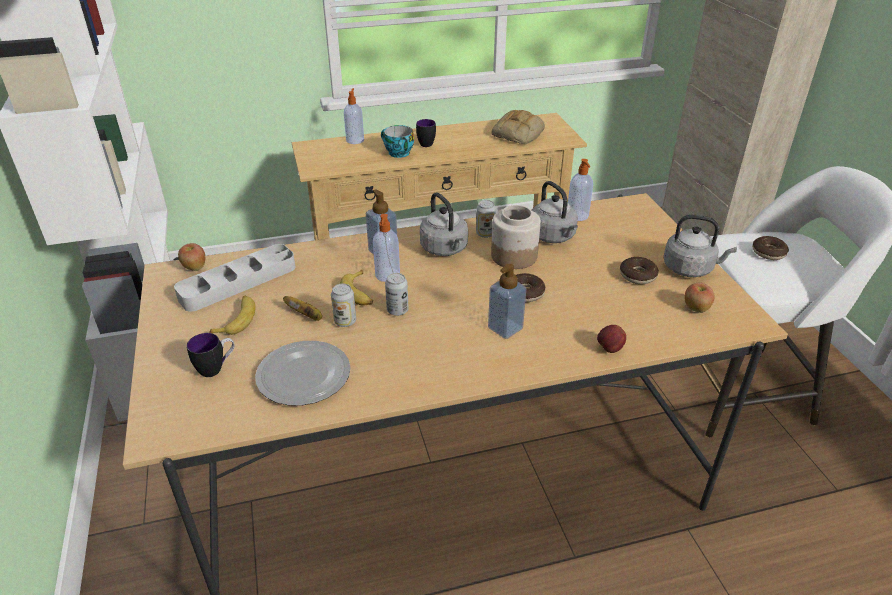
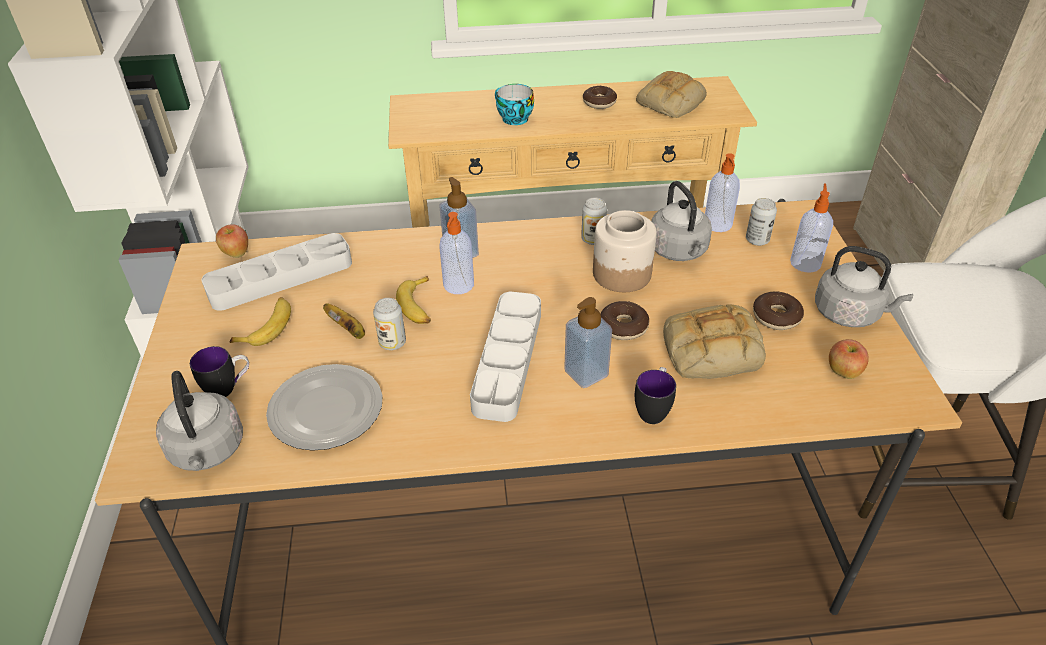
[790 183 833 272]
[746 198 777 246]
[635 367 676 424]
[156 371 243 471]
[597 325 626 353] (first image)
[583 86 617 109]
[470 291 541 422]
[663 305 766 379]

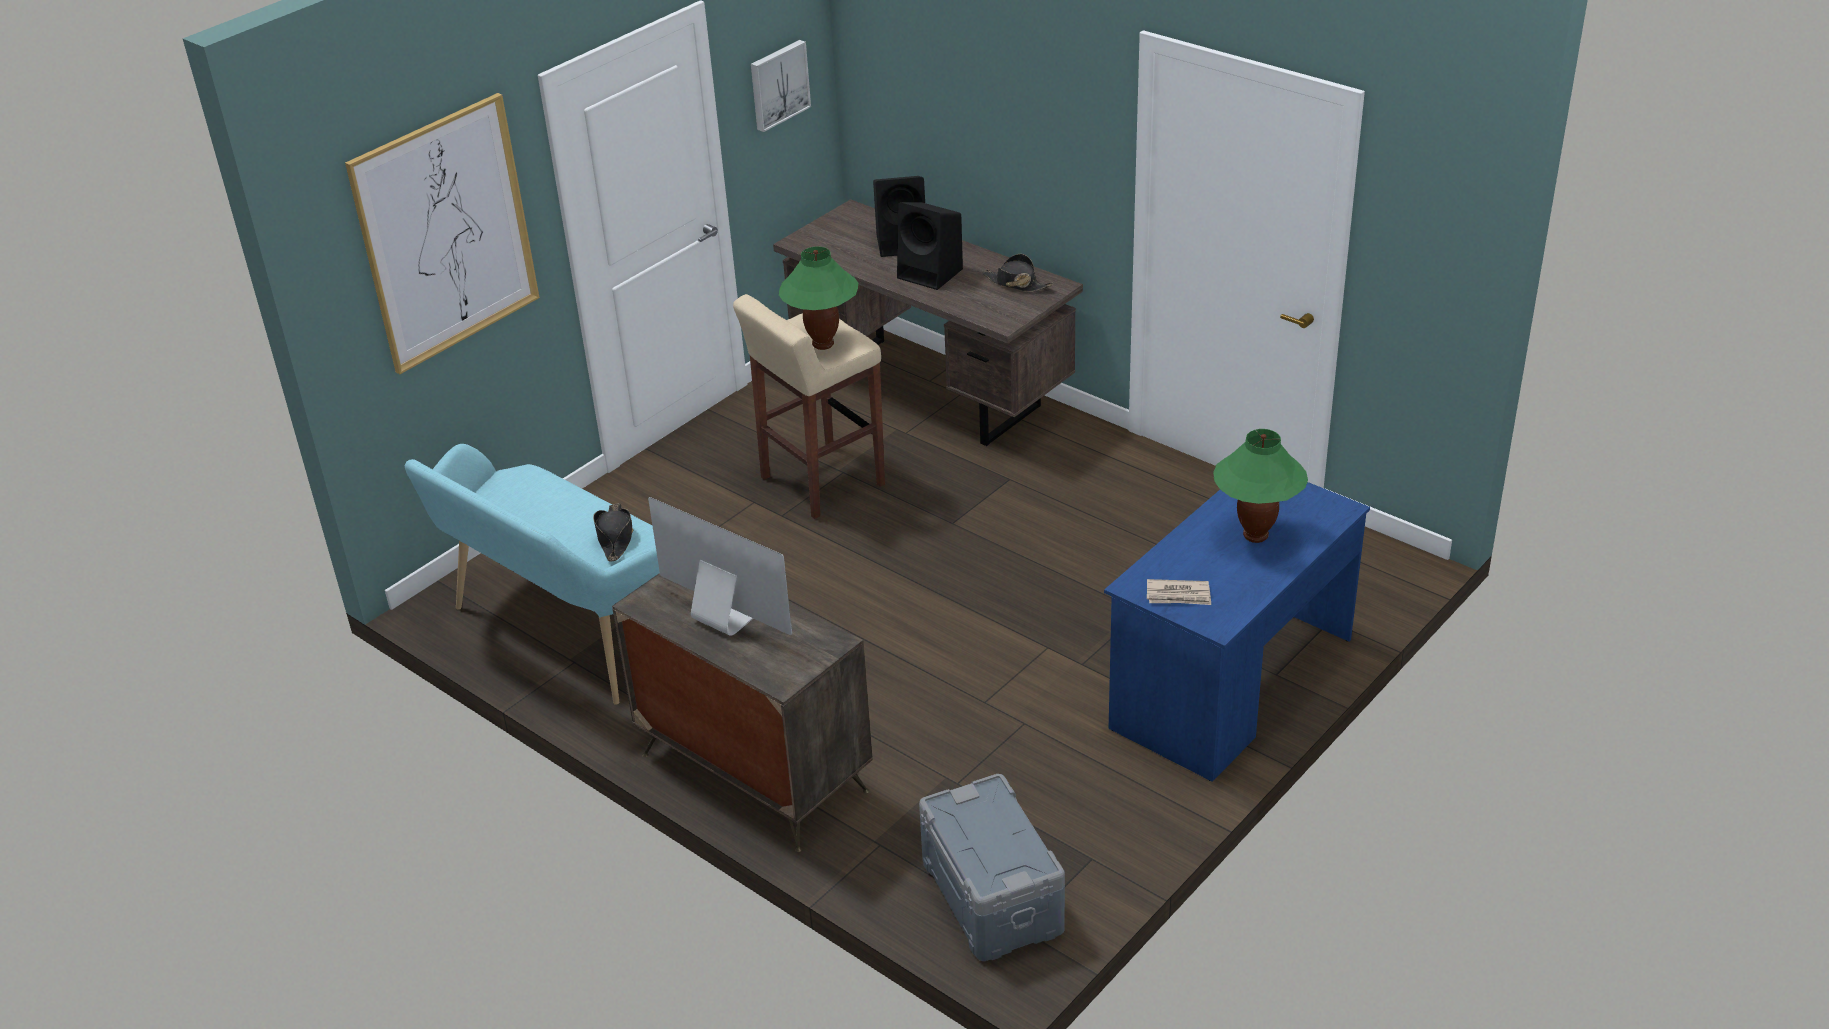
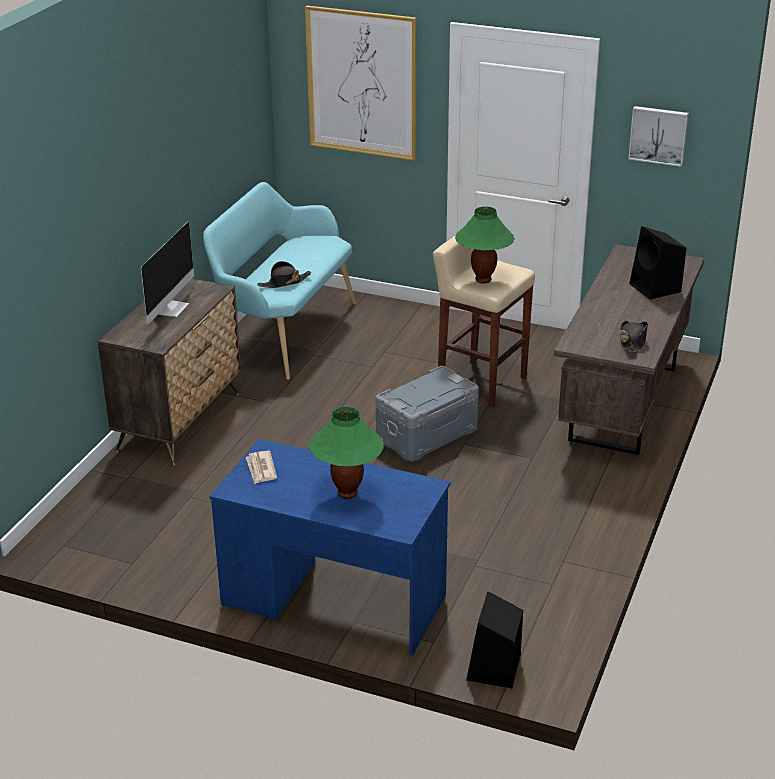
[466 591 523 688]
[376 366 479 462]

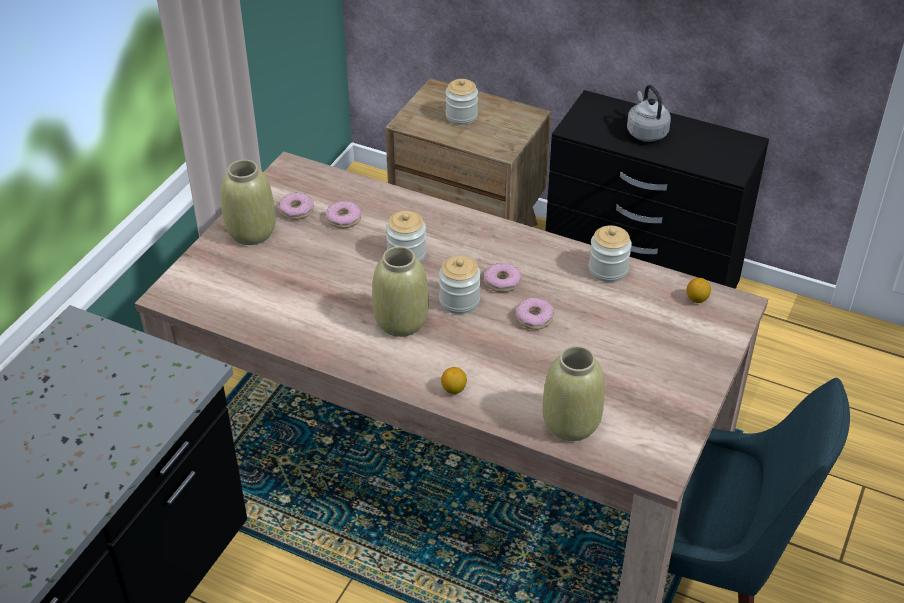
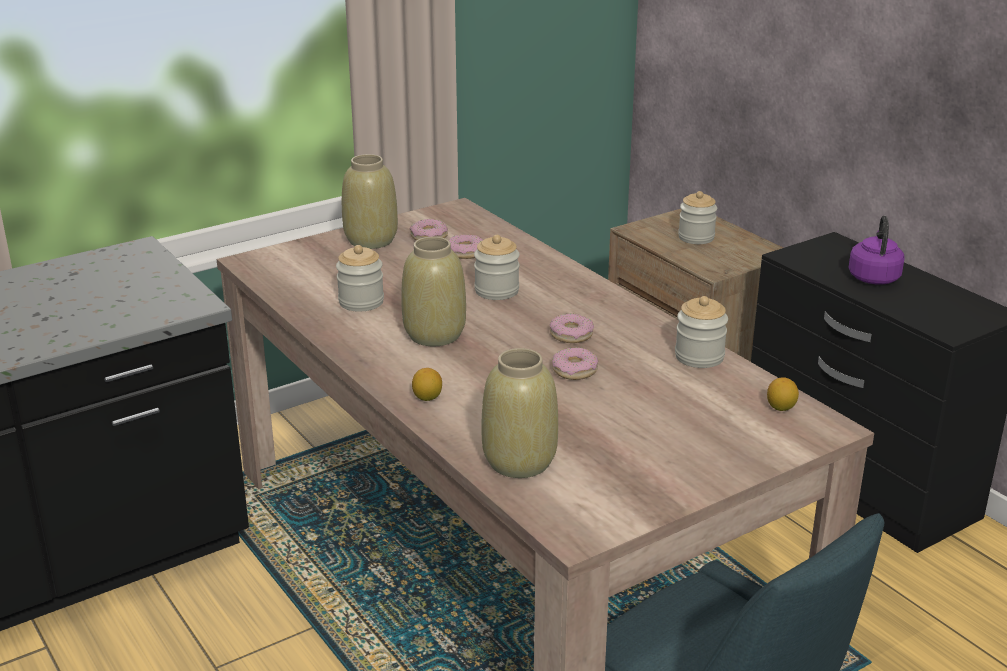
[336 245 384 312]
[848 216 905 285]

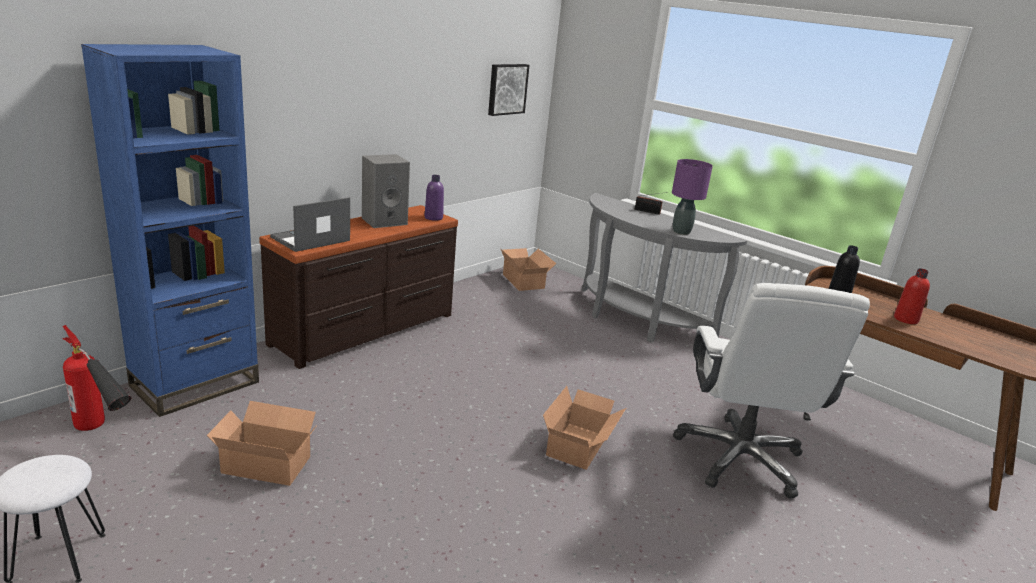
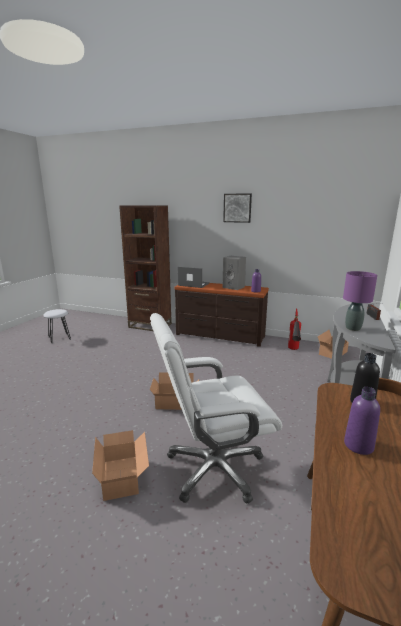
[288 309 301 350]
[119 205 172 331]
[92 430 149 501]
[223 193 252 223]
[344 387 380 455]

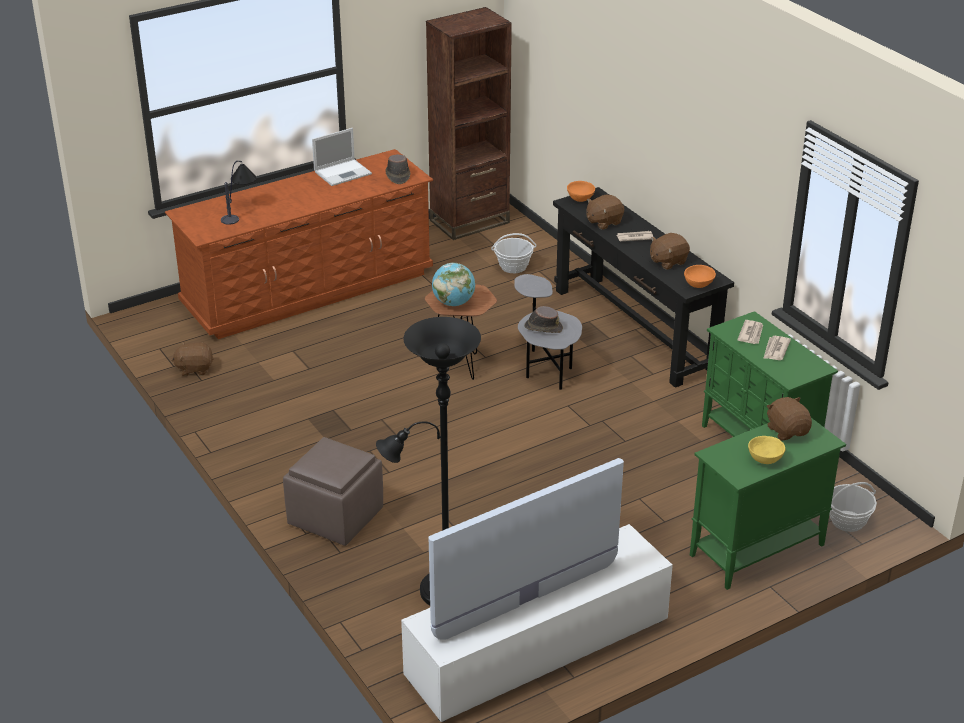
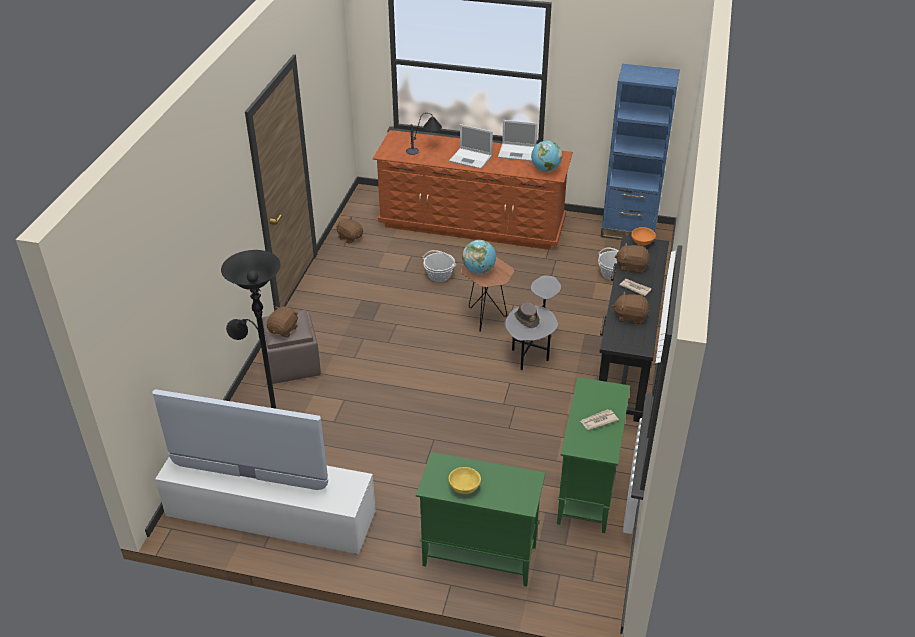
[531 140 562 172]
[601 64 680 240]
[684 265 716 288] (first image)
[737 320 763 344] (first image)
[267 306 298 337]
[422 250 457 282]
[449 124 493 169]

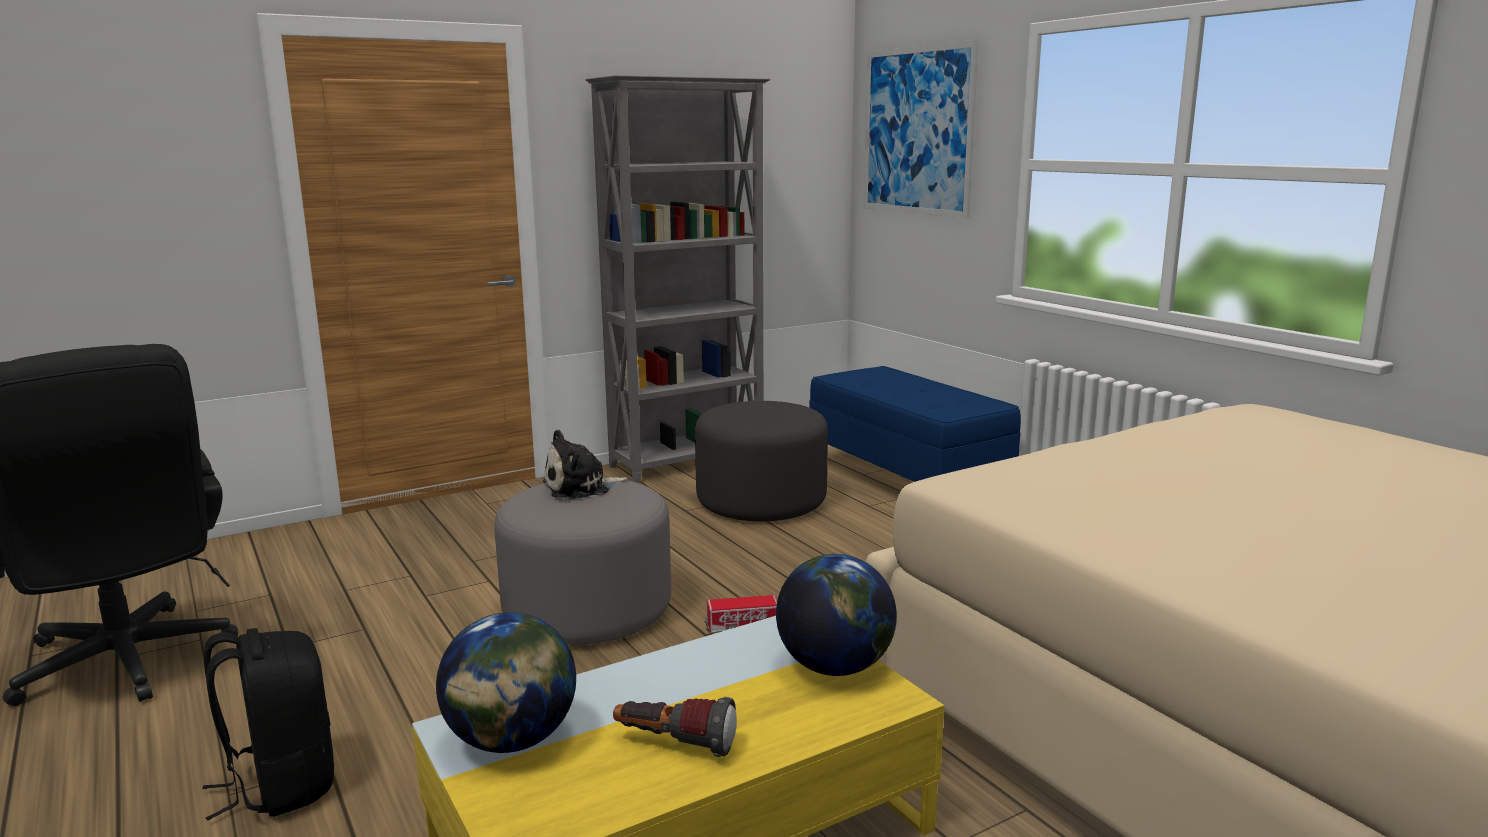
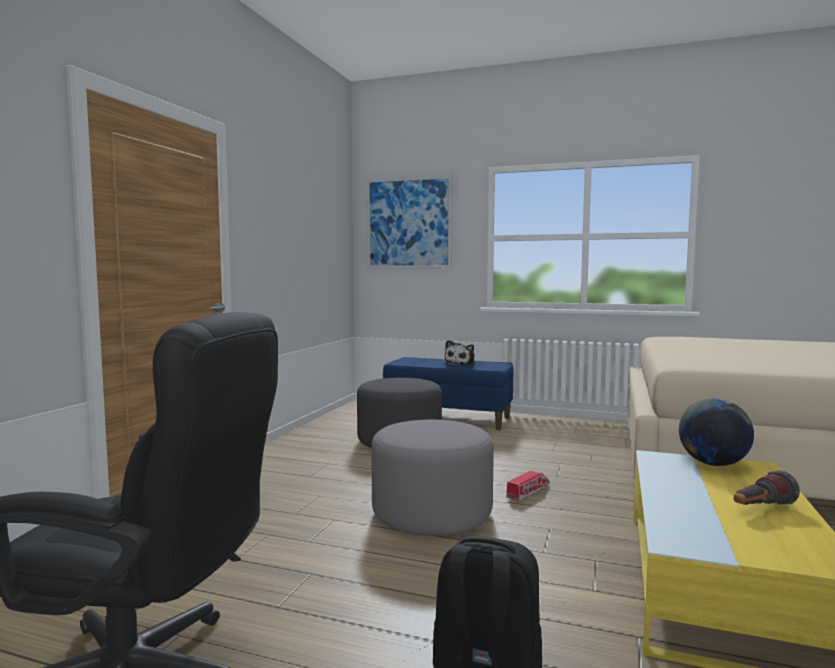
[436 612 576 753] (first image)
[444 340 476 366]
[585 75 770 483] (first image)

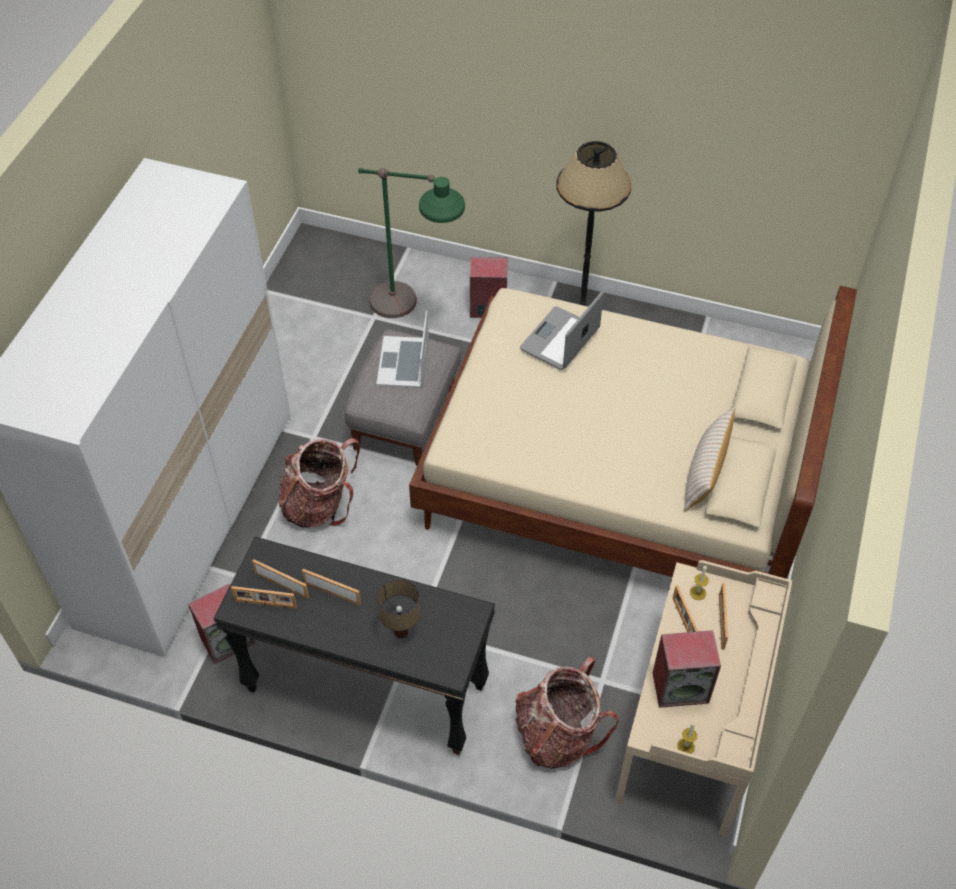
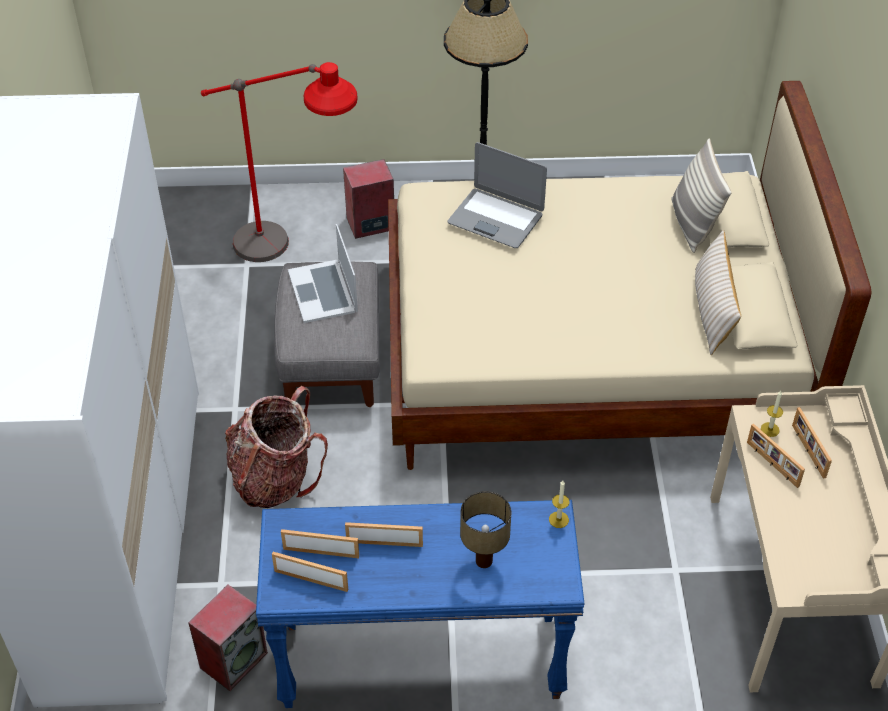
[256 500 585 708]
[272 552 348 592]
[201 62 358 262]
[515 656 619 769] (first image)
[448 142 547 248]
[653 630 721 708] (first image)
[549 481 569 528]
[671 138 732 253]

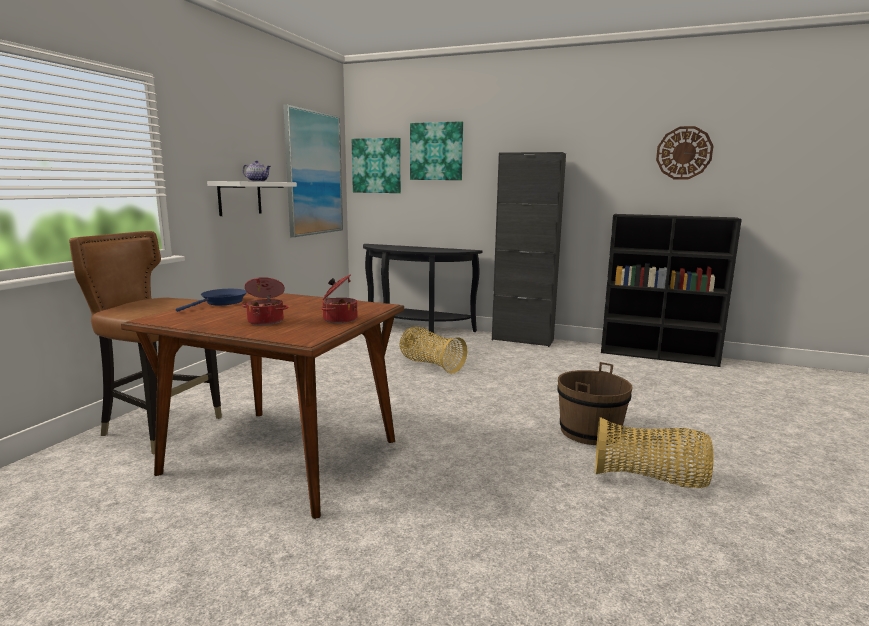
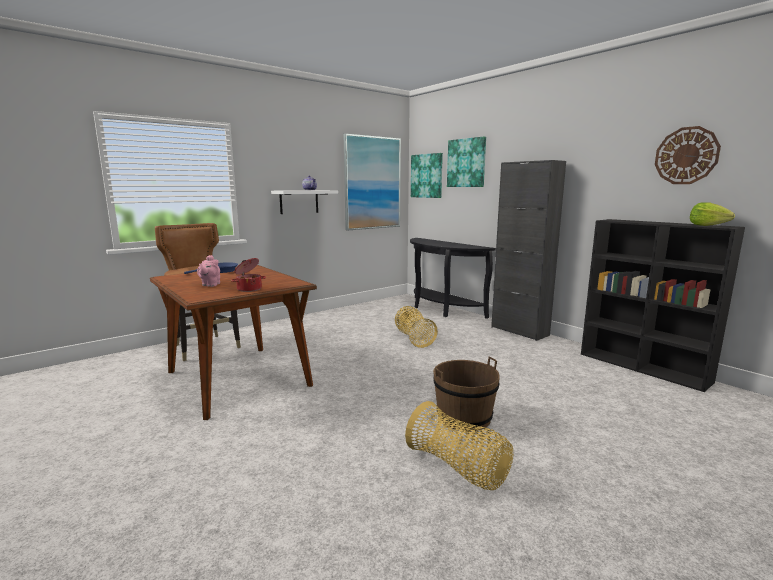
[197 255 220 287]
[690 202 735 226]

